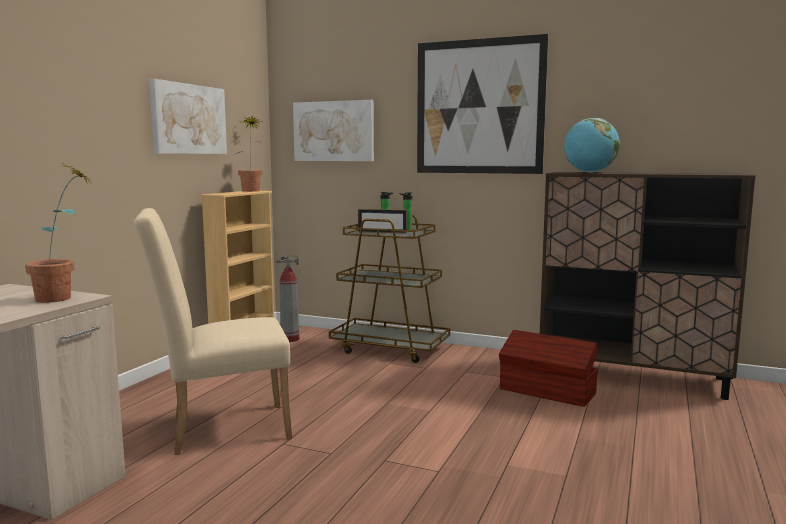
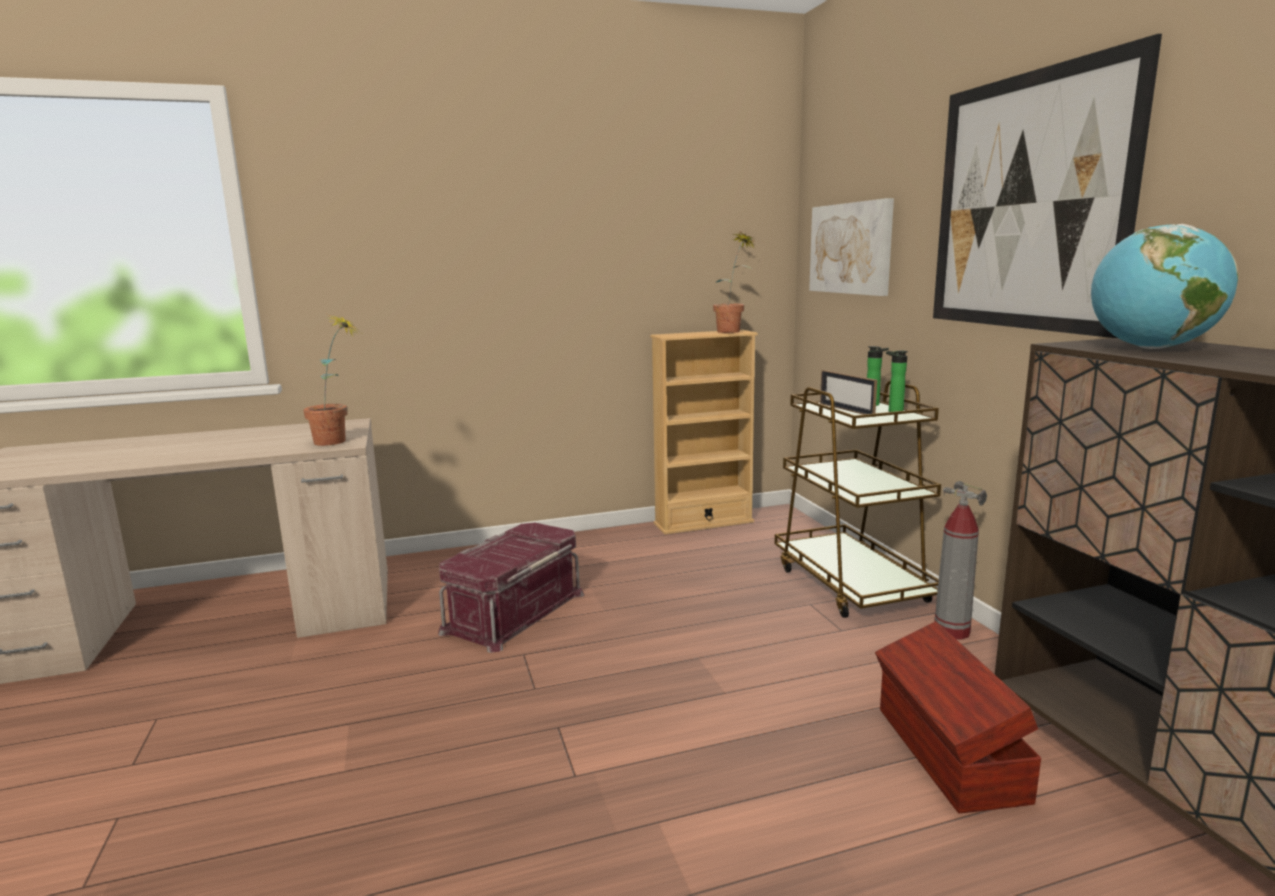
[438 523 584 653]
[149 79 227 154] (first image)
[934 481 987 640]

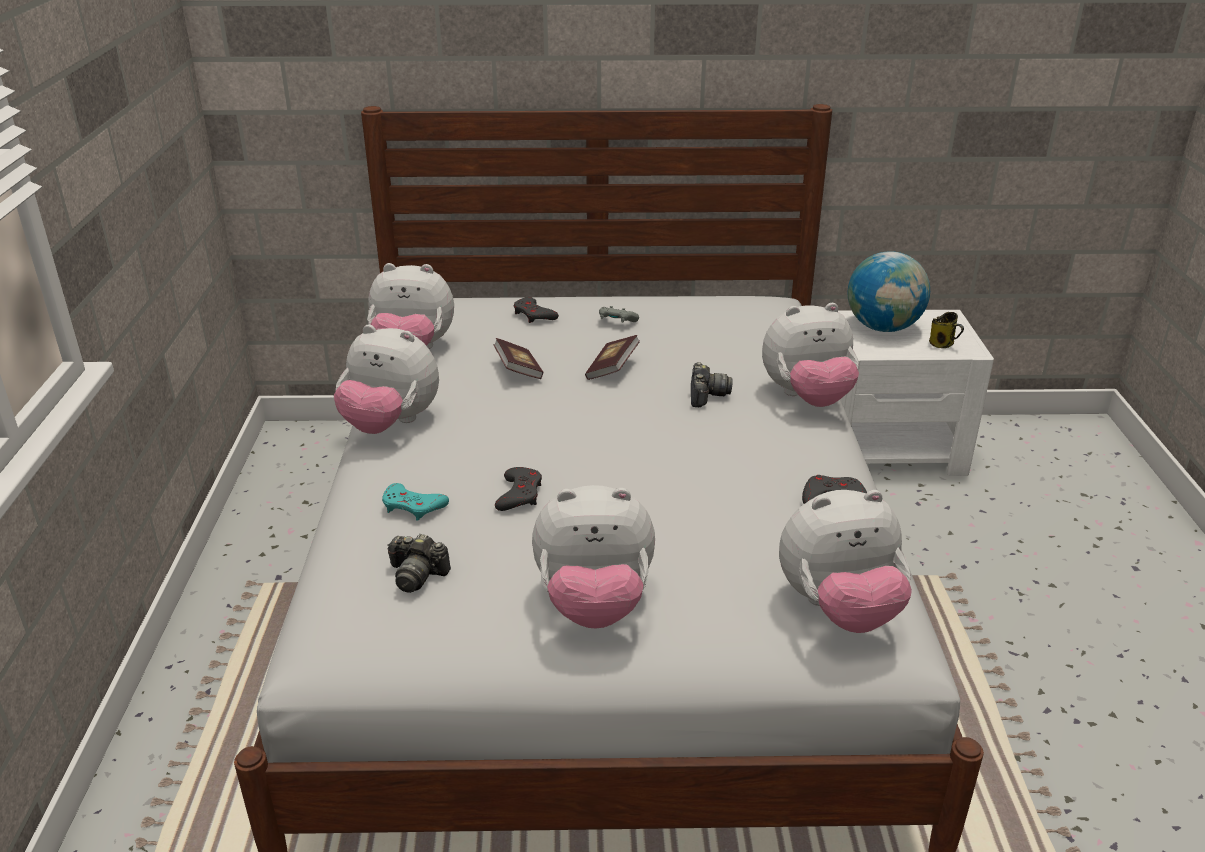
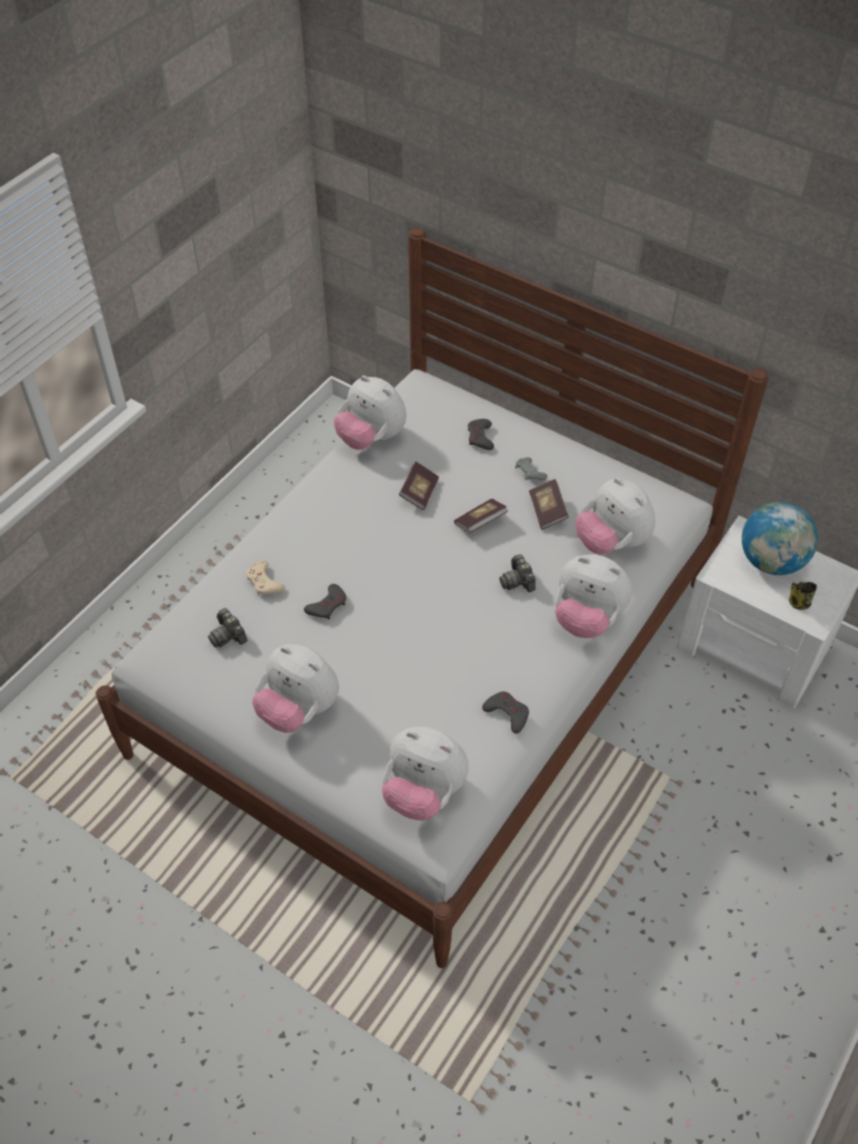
[575 478 655 554]
[246 561 285 595]
[499 554 535 592]
[529 479 569 530]

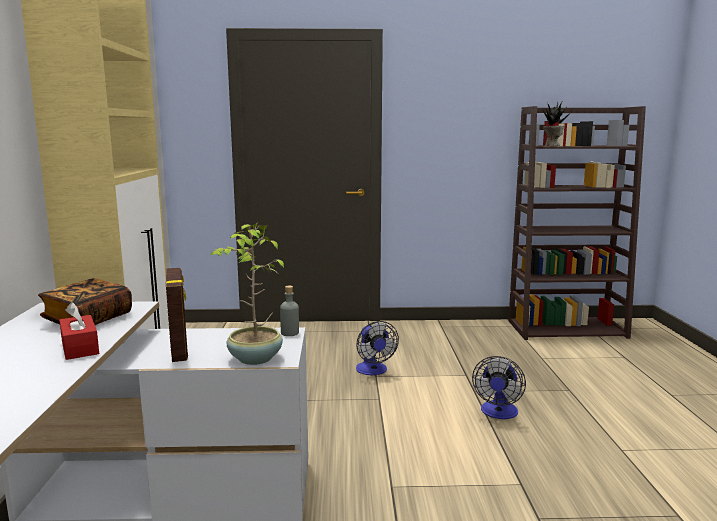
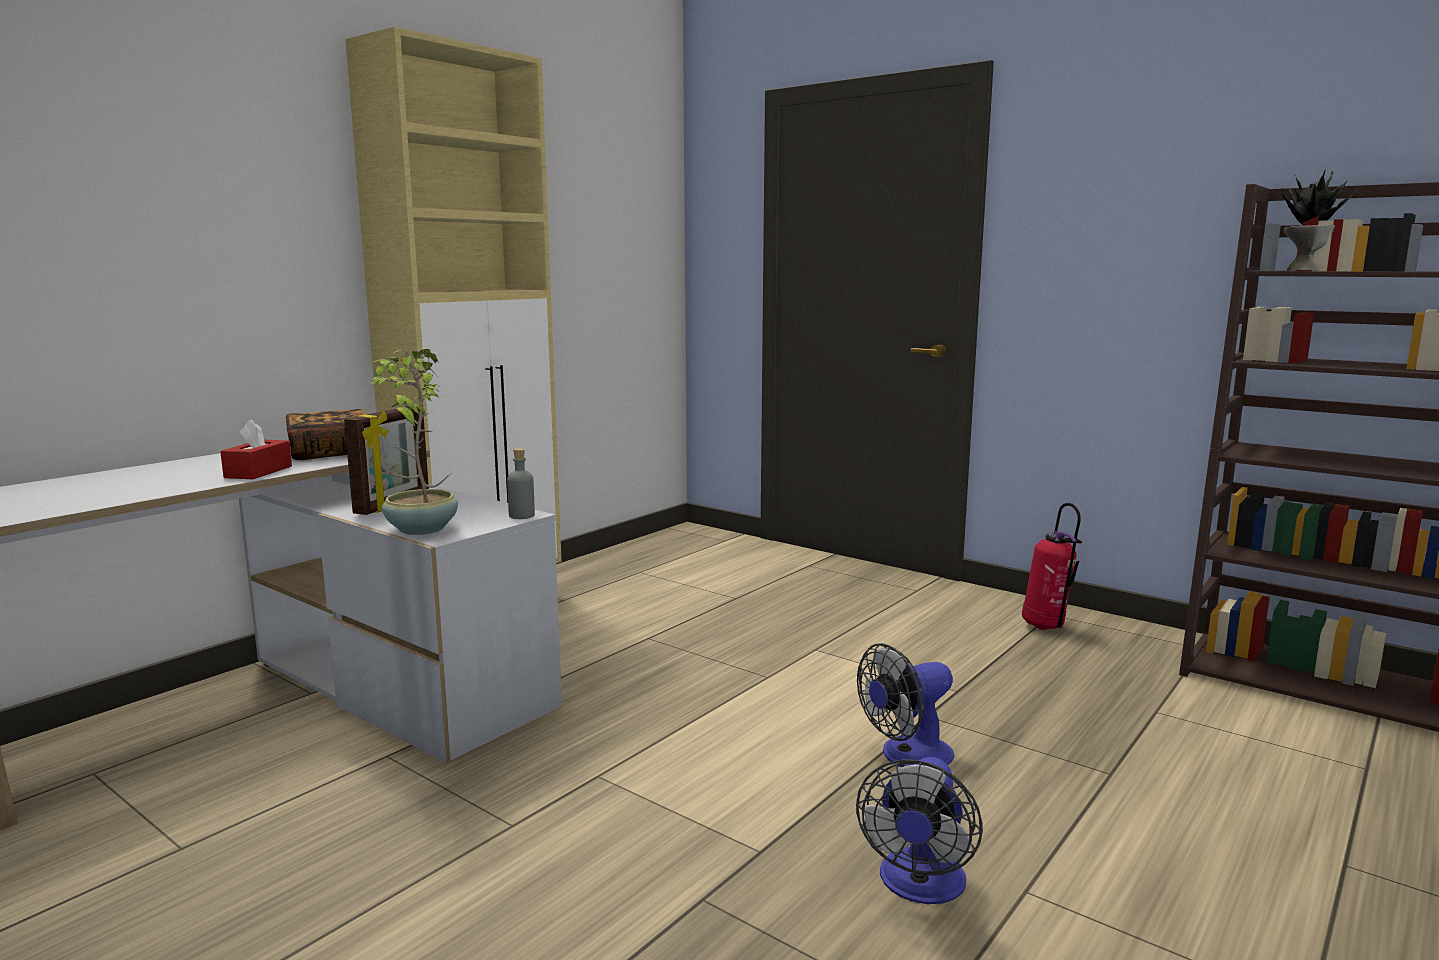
[856 757 983 904]
[1022 503 1082 630]

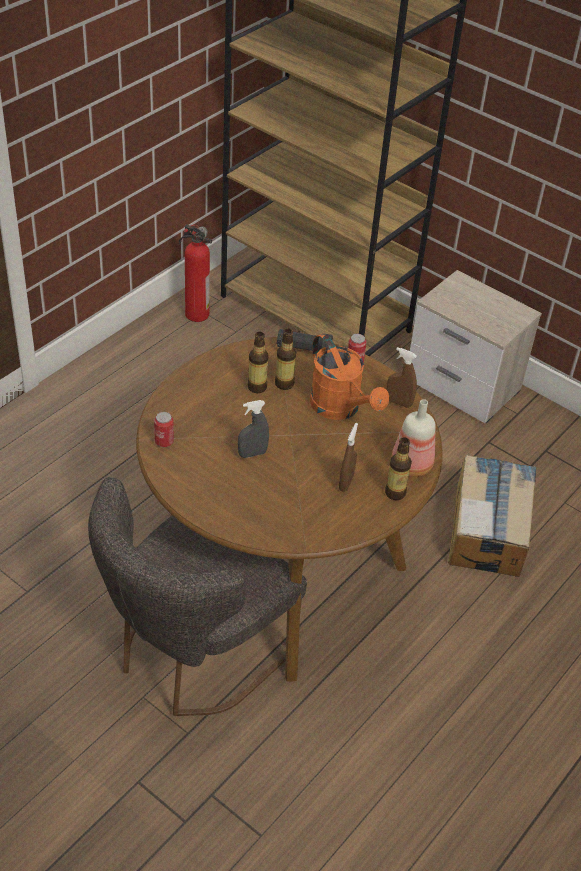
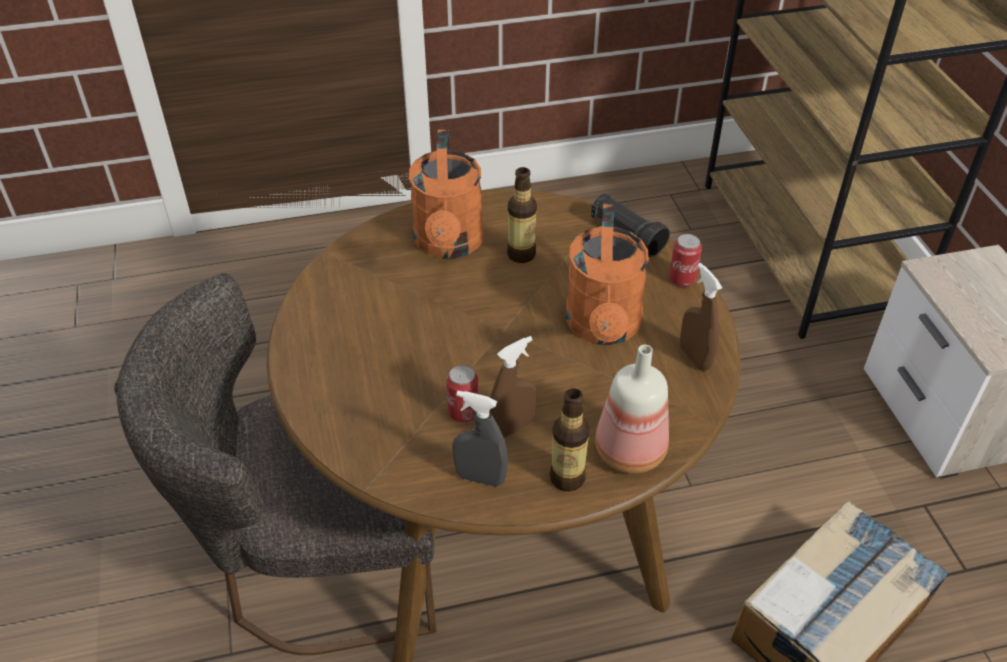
[446 365 479 422]
[179 224 212 322] (first image)
[452 391 508 487]
[275 328 296 390] (first image)
[409 129 484 259]

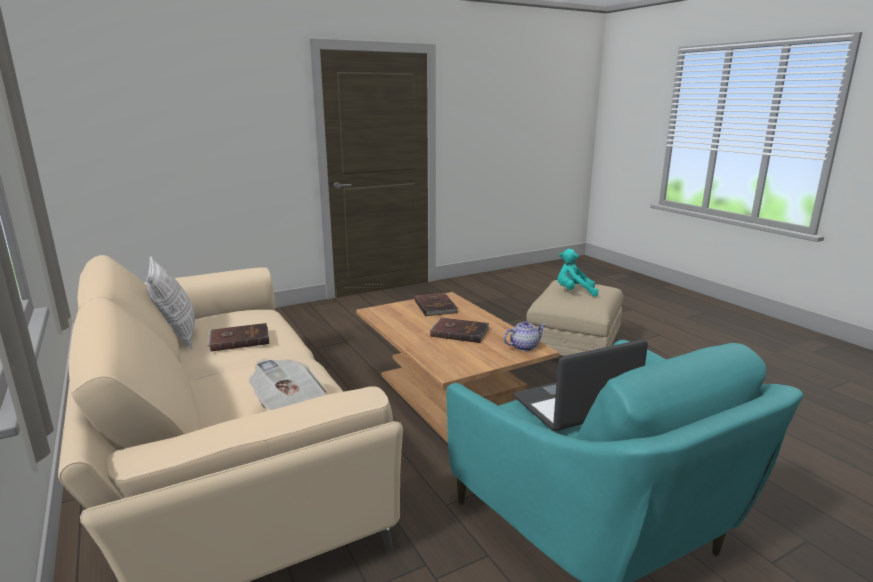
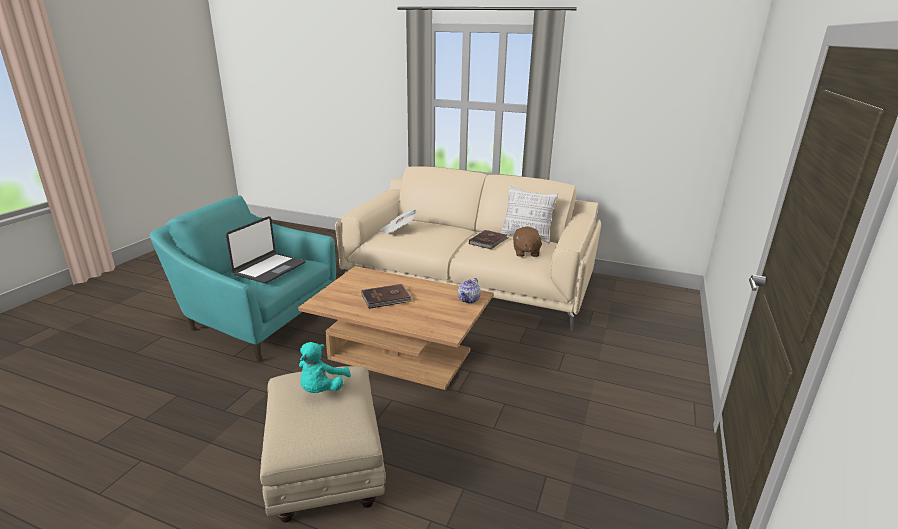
[414 293 458 316] (first image)
[458 278 481 304]
[299 342 351 393]
[513 227 544 257]

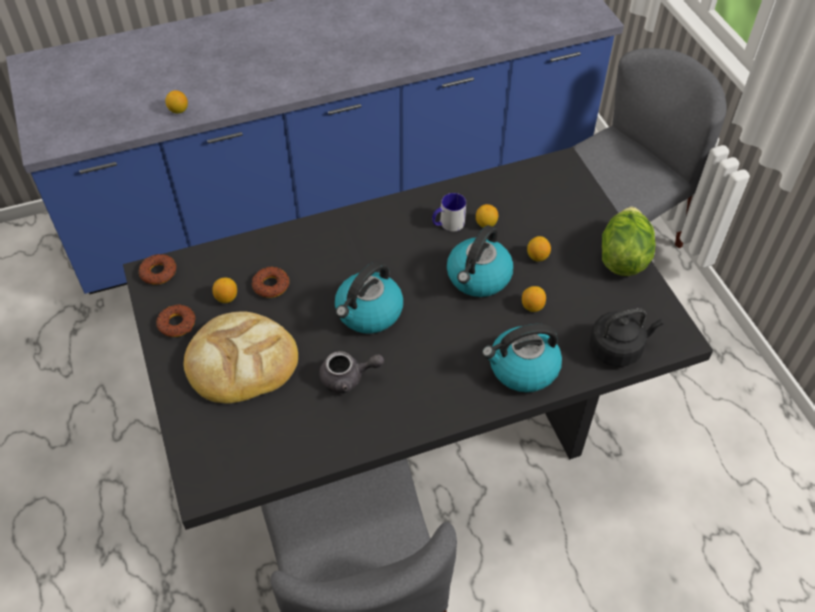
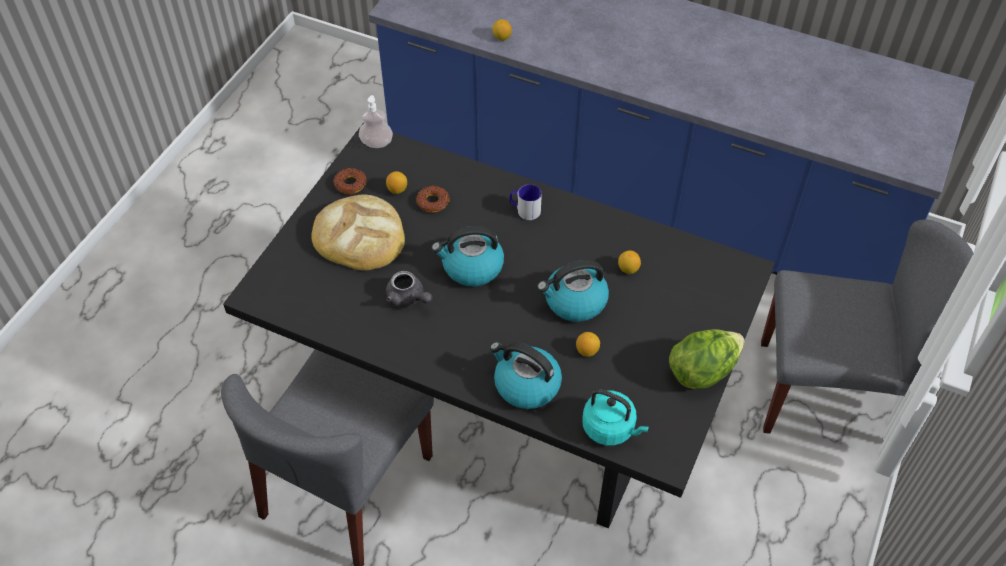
[359 95 393 148]
[509 184 542 220]
[527 236 551 261] (first image)
[582 389 649 446]

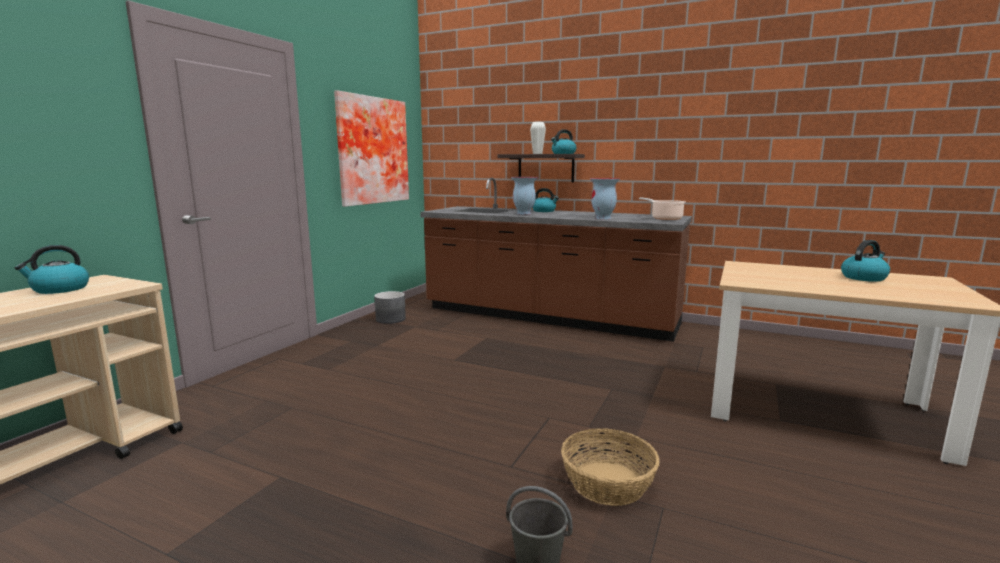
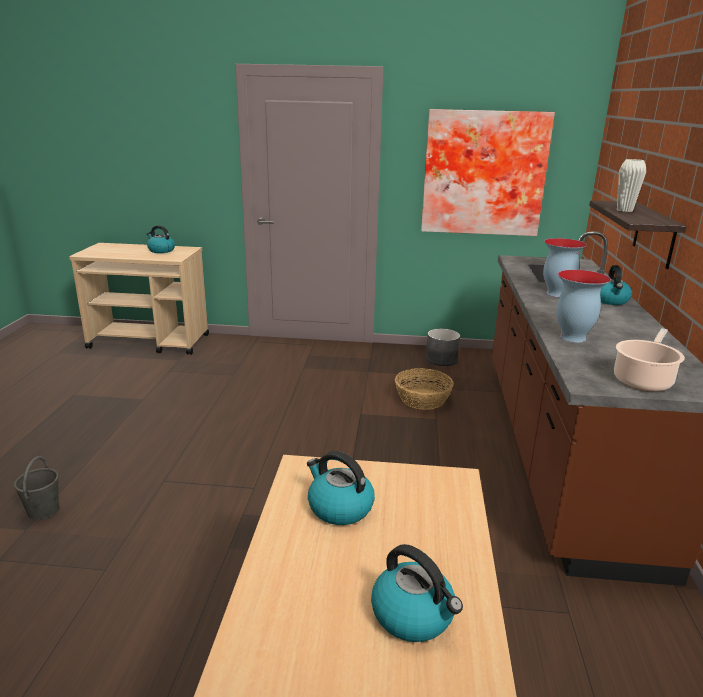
[307 451 375 525]
[395 368 454 410]

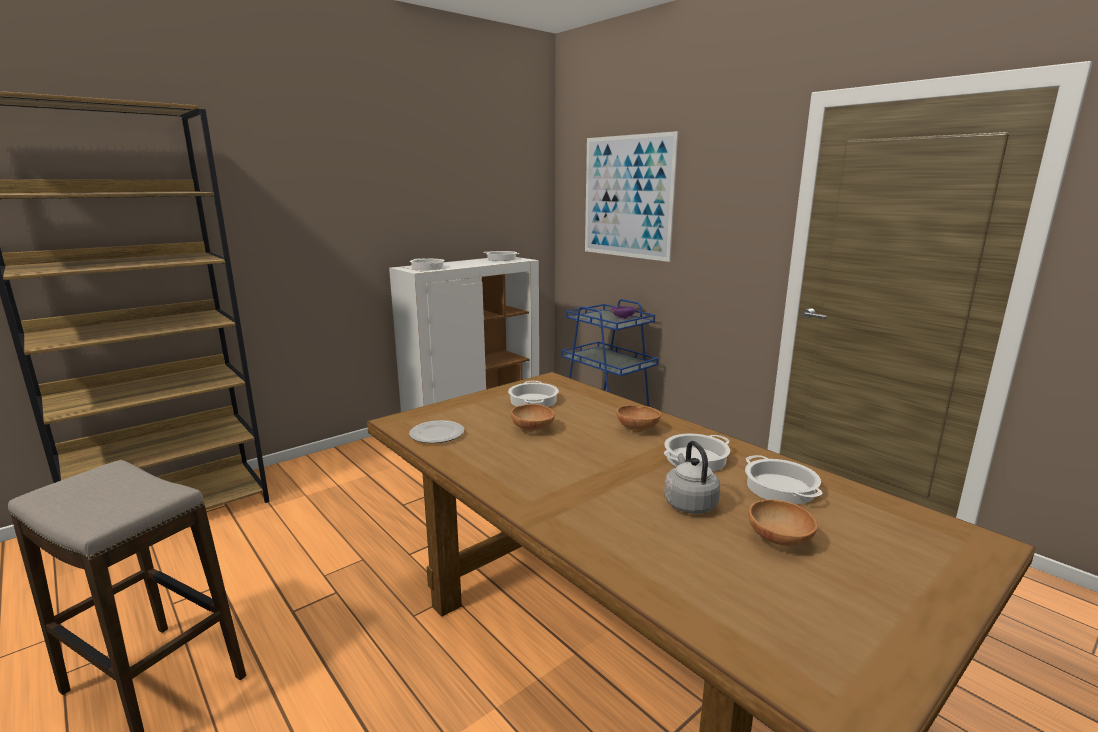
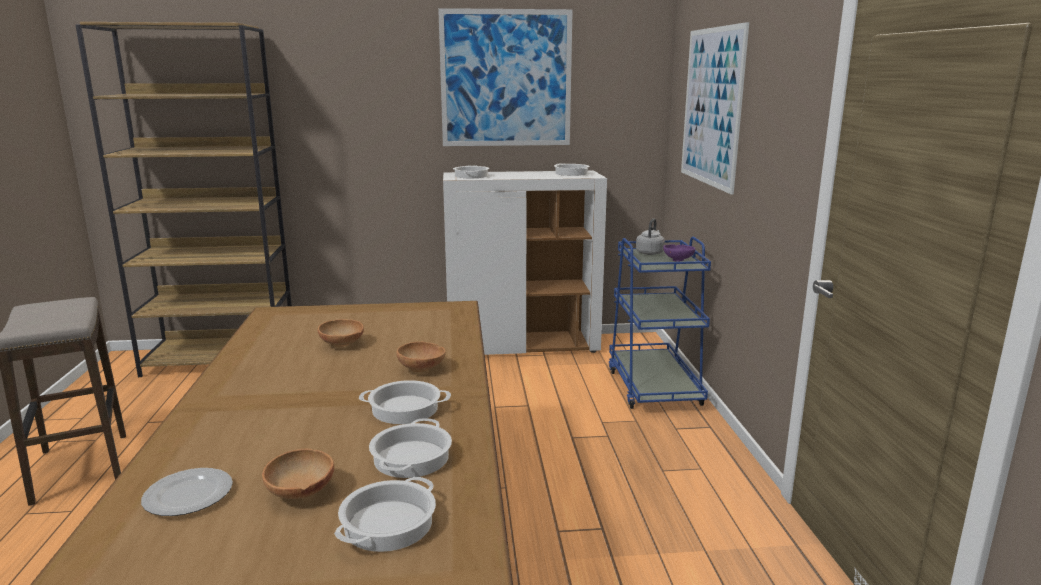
[141 468 233 516]
[334 477 436 552]
[636 218 665 255]
[438 8 573 146]

